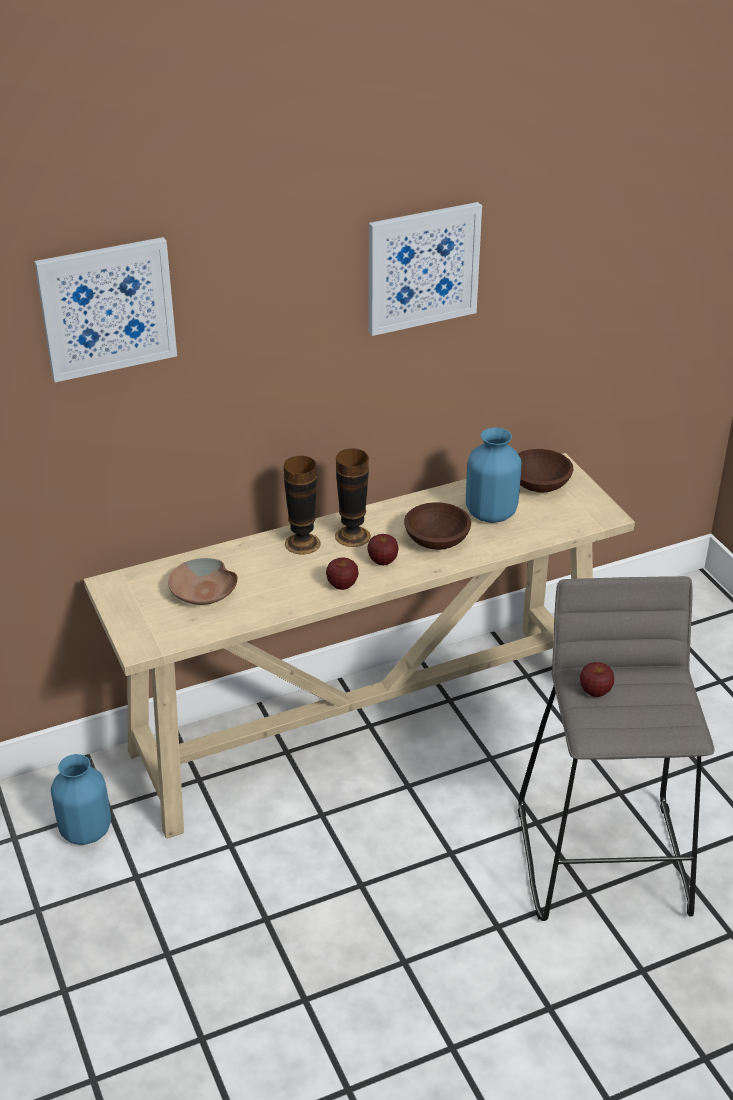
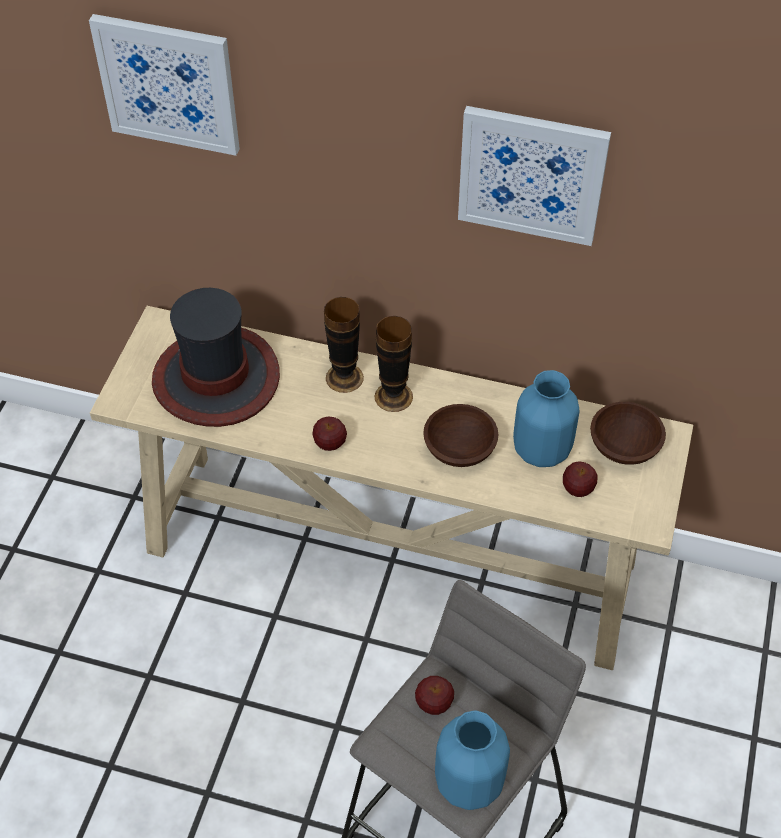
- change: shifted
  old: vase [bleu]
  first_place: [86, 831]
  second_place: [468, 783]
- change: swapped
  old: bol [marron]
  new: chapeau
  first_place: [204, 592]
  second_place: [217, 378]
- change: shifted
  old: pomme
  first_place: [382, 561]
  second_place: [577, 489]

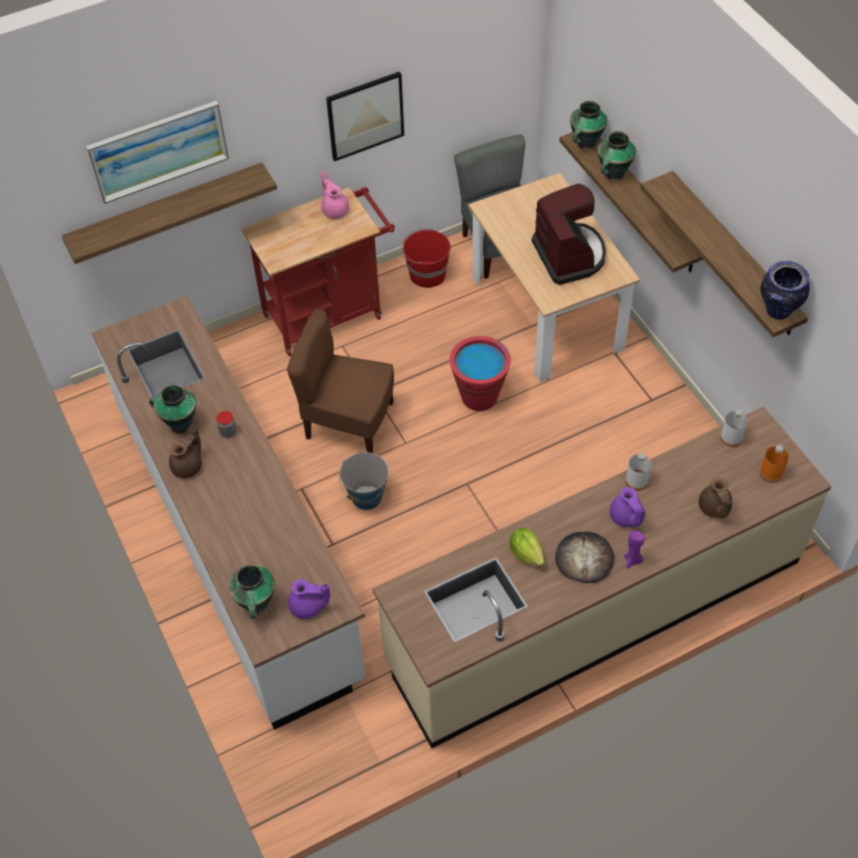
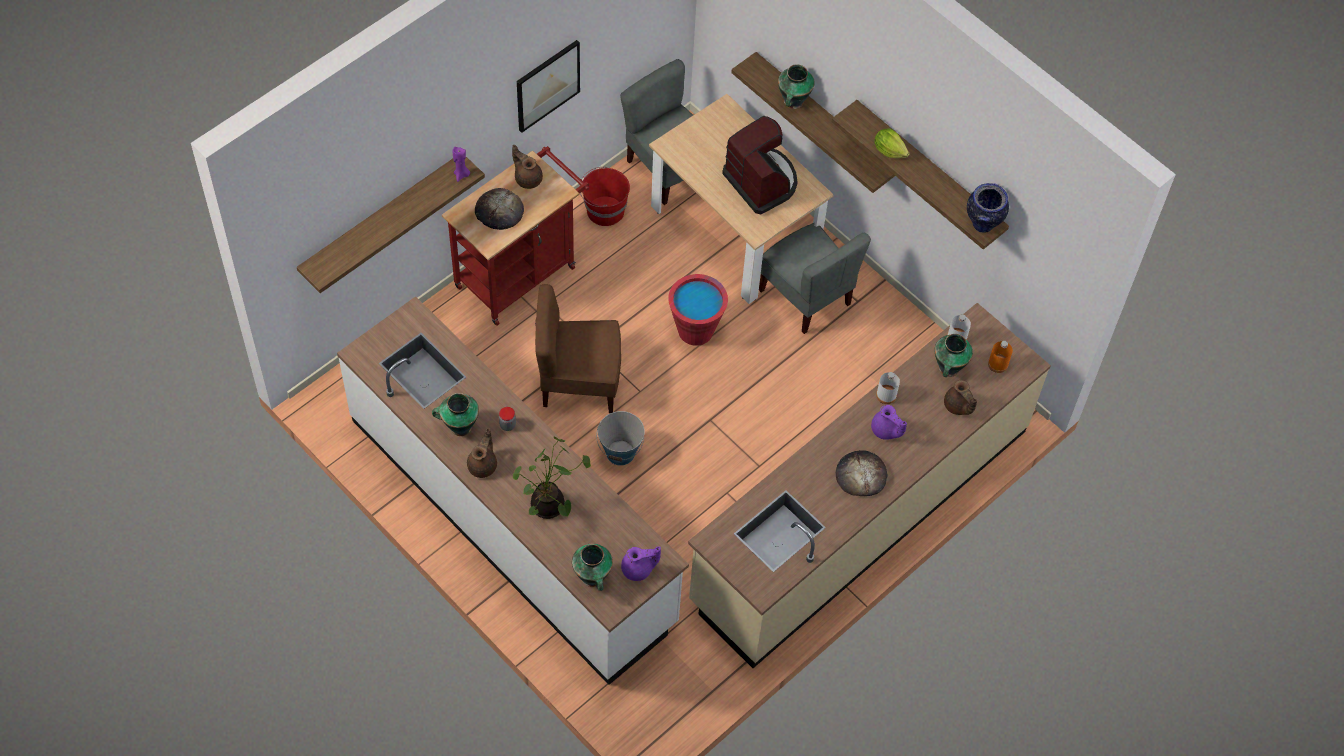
- change: gone
  old: tableau
  first_place: [158, 150]
- change: repainted
  old: théière [rose]
  new: théière [marron]
  first_place: [335, 210]
  second_place: [527, 178]
- change: shifted
  old: laitue
  first_place: [526, 553]
  second_place: [889, 150]
- change: shifted
  old: vase
  first_place: [585, 144]
  second_place: [948, 369]
- change: shifted
  old: bougie [violet]
  first_place: [632, 560]
  second_place: [461, 175]
- change: new
  new: pain
  second_place: [499, 211]
- change: new
  new: plante en pot
  second_place: [550, 507]
- change: new
  new: chaise [gris]
  second_place: [806, 297]

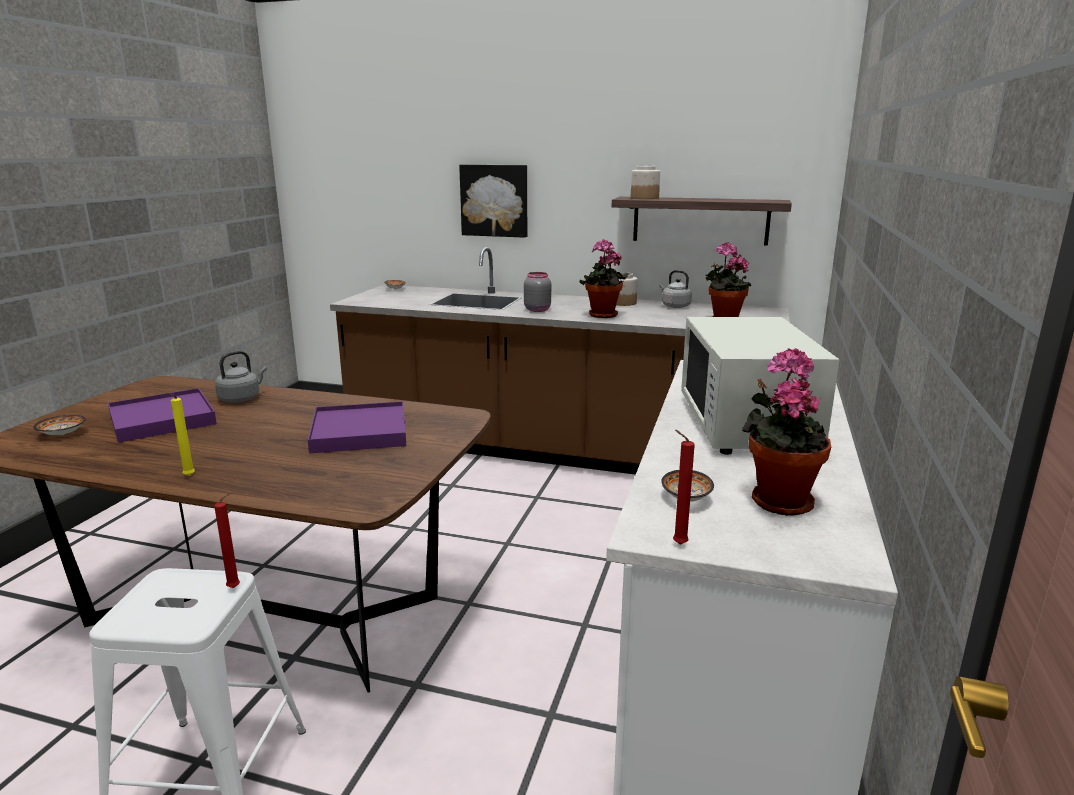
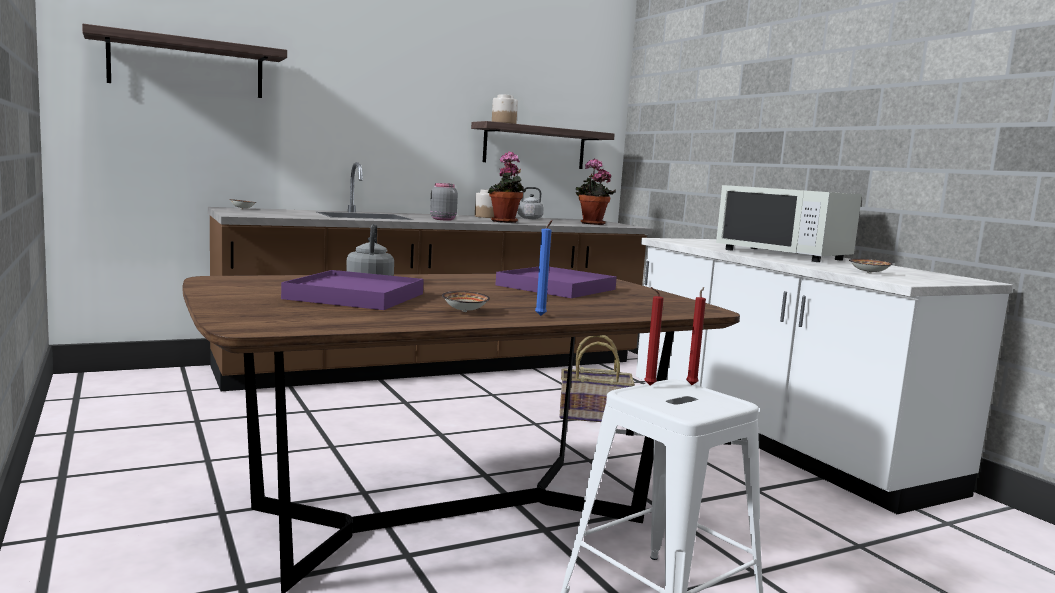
- change: shifted
  old: bol
  first_place: [62, 434]
  second_place: [465, 311]
- change: repainted
  old: bougie [jaune]
  new: bougie [bleu]
  first_place: [187, 476]
  second_place: [541, 316]
- change: gone
  old: tableau
  first_place: [494, 200]
- change: shifted
  old: bougie [rouge]
  first_place: [677, 544]
  second_place: [648, 385]
- change: gone
  old: plante en pot
  first_place: [778, 500]
- change: new
  new: étagère
  second_place: [187, 66]
- change: new
  new: panier
  second_place: [594, 415]

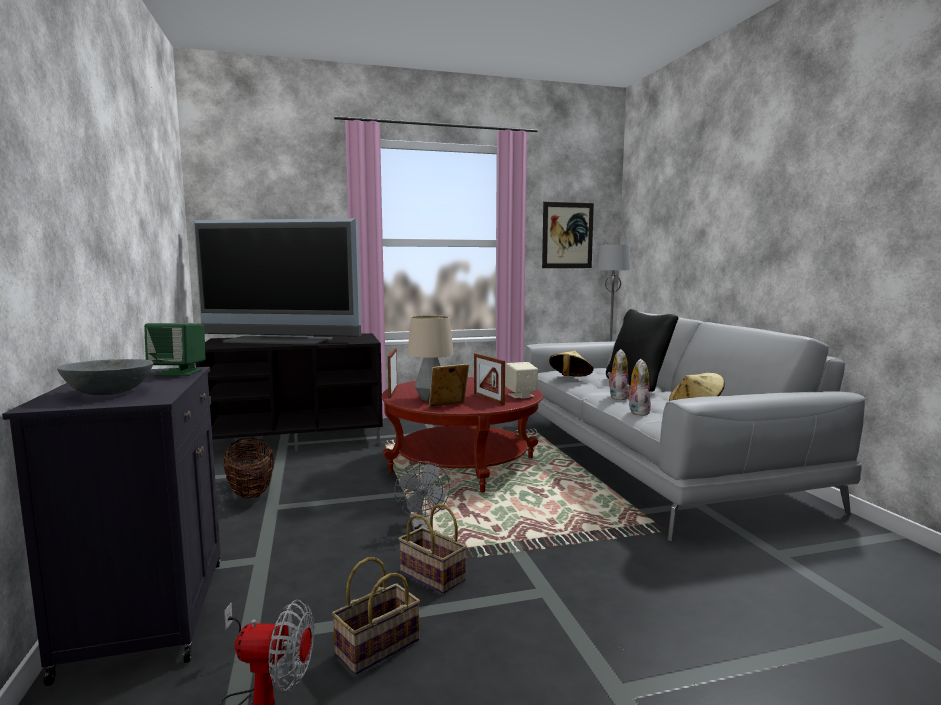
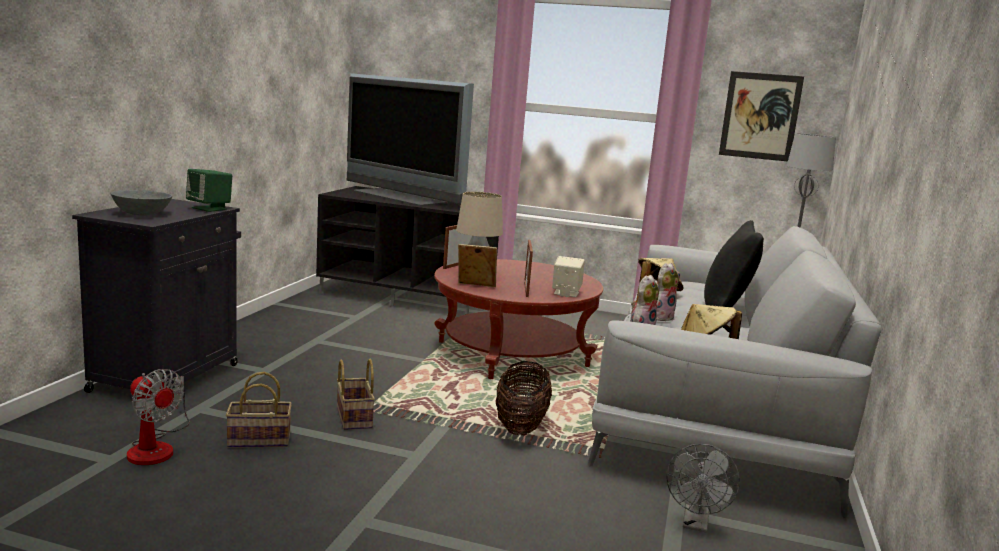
- change: shifted
  old: panier
  first_place: [250, 492]
  second_place: [520, 426]
- change: shifted
  old: ventilateur [gris]
  first_place: [422, 527]
  second_place: [696, 524]

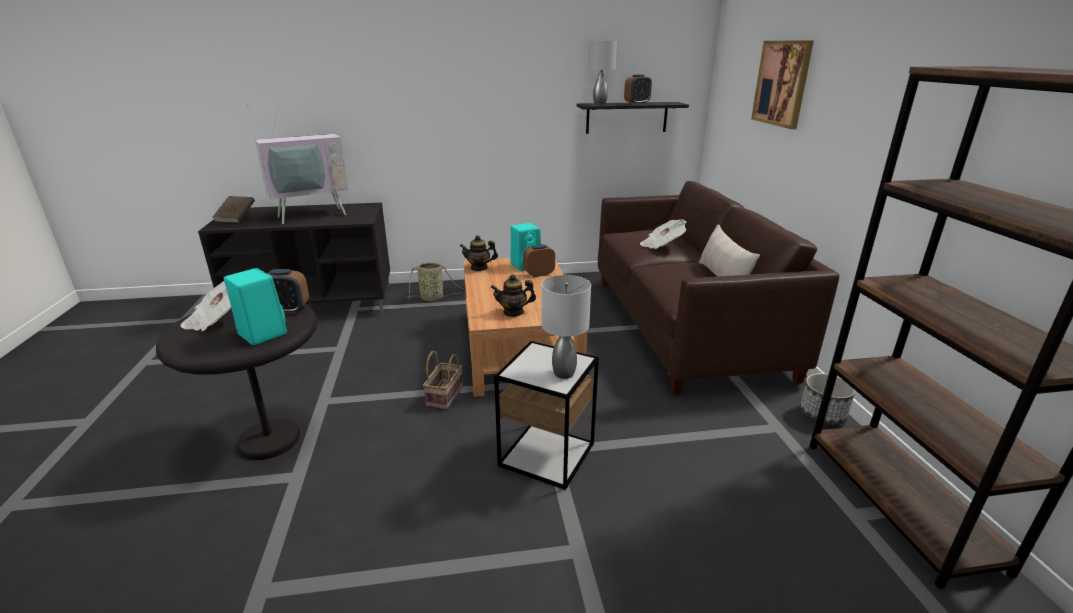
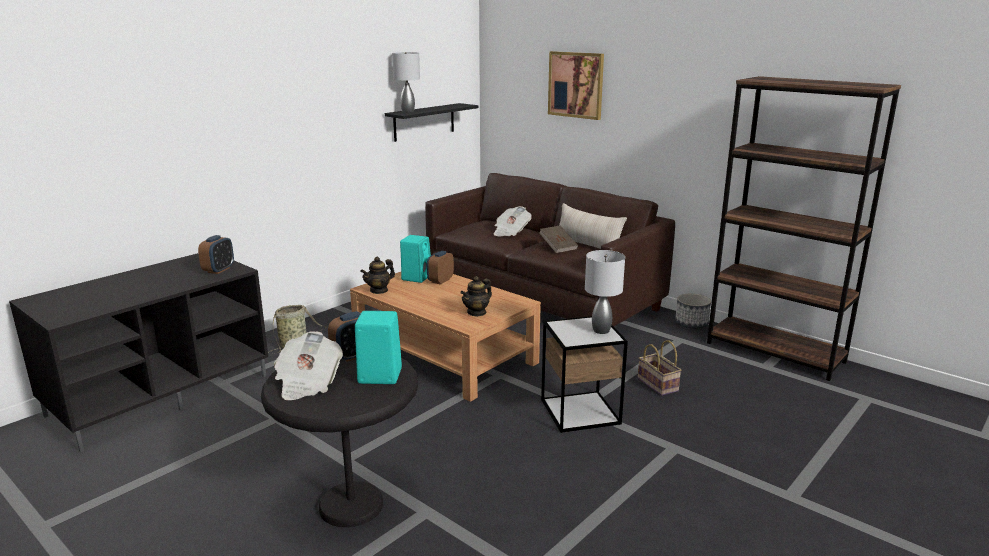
- change: shifted
  old: livre [marron]
  first_place: [236, 218]
  second_place: [558, 247]
- change: gone
  old: téléviseur
  first_place: [311, 214]
- change: shifted
  old: panier
  first_place: [445, 397]
  second_place: [659, 385]
- change: shifted
  old: réveil
  first_place: [637, 103]
  second_place: [218, 270]

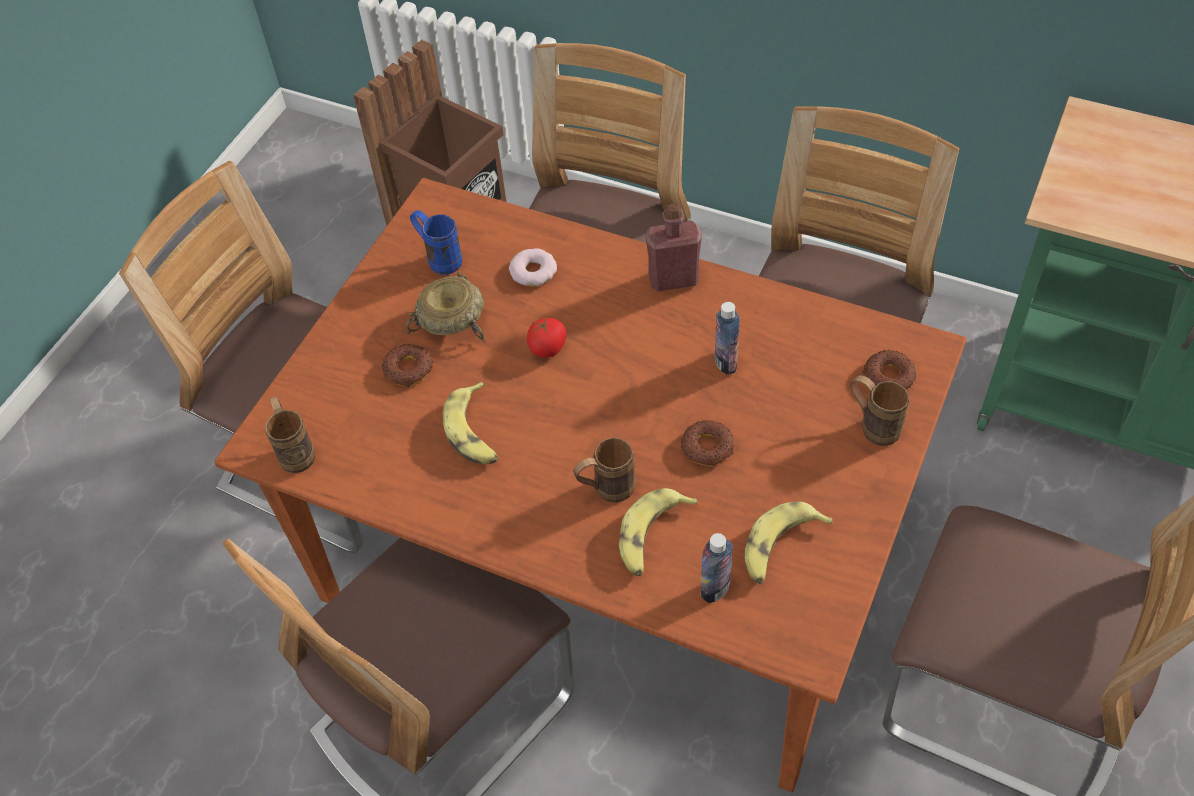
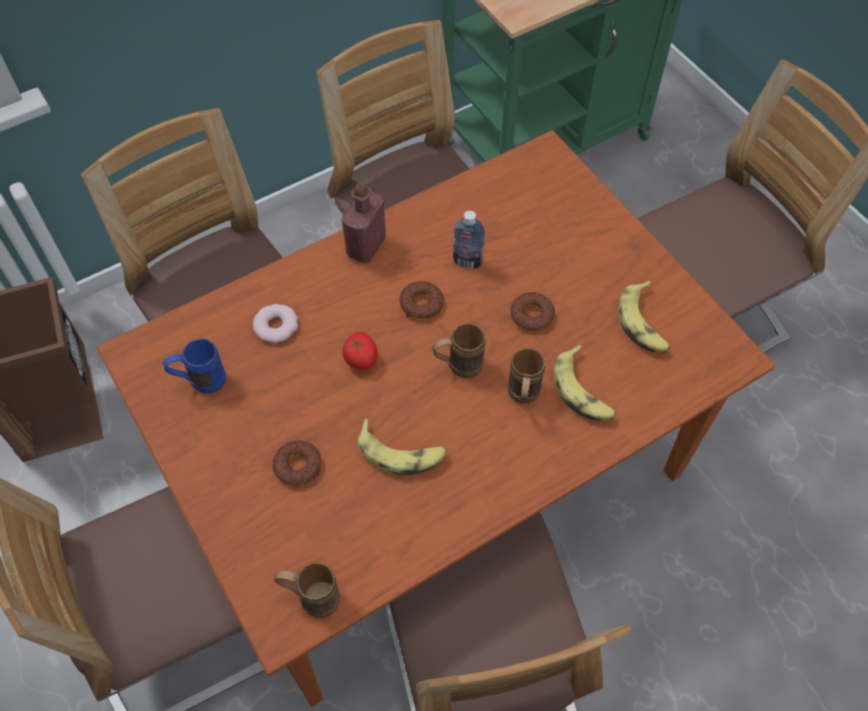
- change: gone
  old: bol [beige]
  first_place: [454, 320]
- change: gone
  old: bouteille
  first_place: [715, 588]
- change: shifted
  old: mug [marron]
  first_place: [872, 425]
  second_place: [457, 366]
- change: shifted
  old: beignet
  first_place: [888, 376]
  second_place: [421, 304]

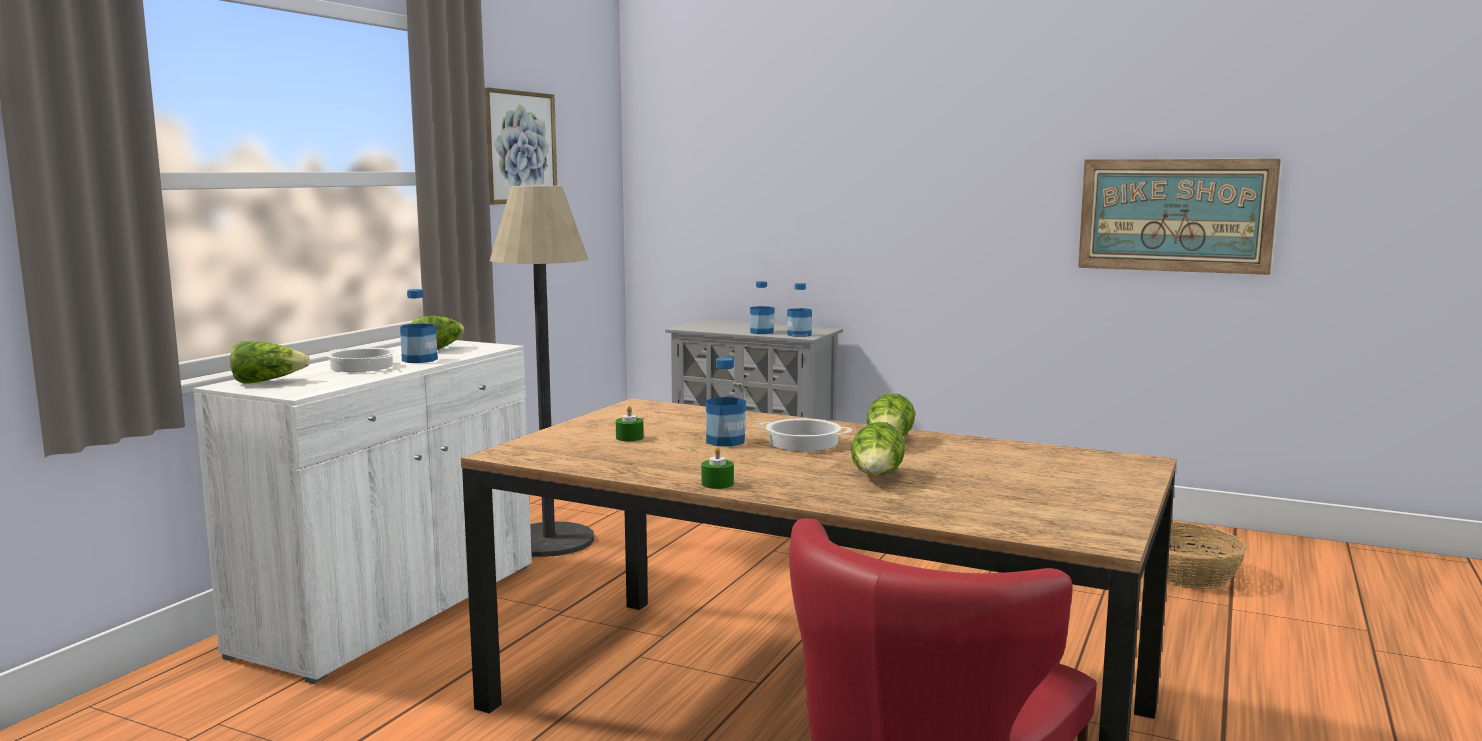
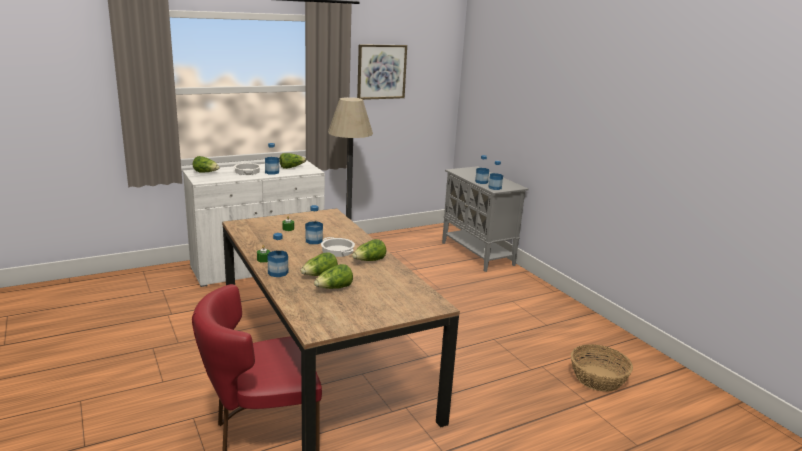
- change: gone
  old: tableau
  first_place: [1175, 215]
- change: new
  new: bouteille
  second_place: [278, 273]
- change: new
  new: laitue
  second_place: [334, 288]

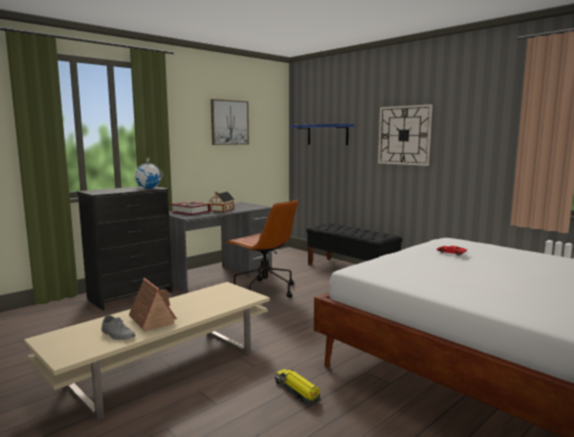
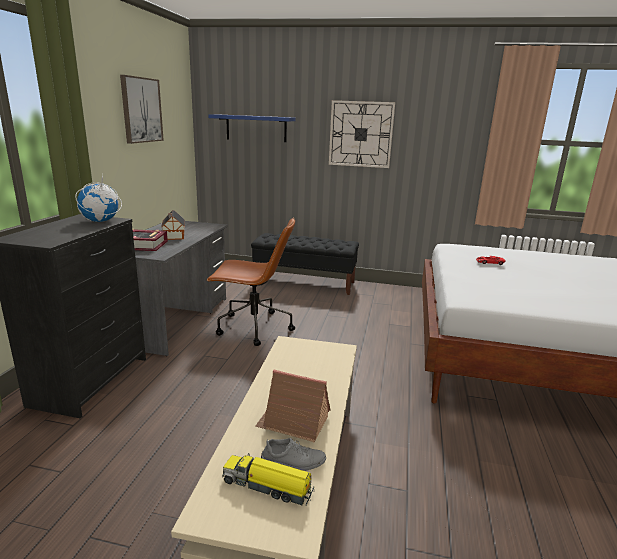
- change: shifted
  old: camion jouet
  first_place: [297, 392]
  second_place: [268, 486]

